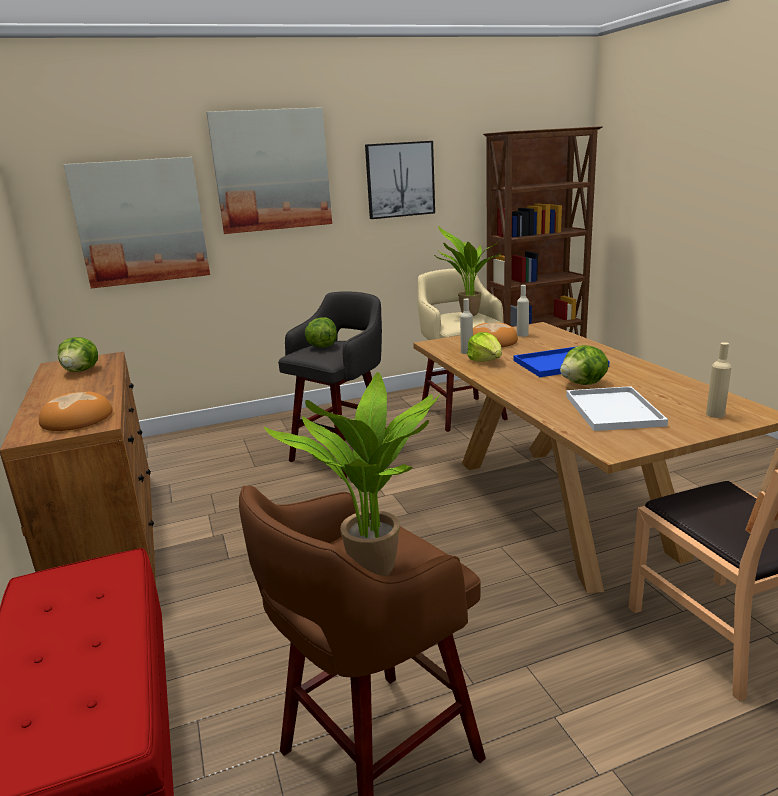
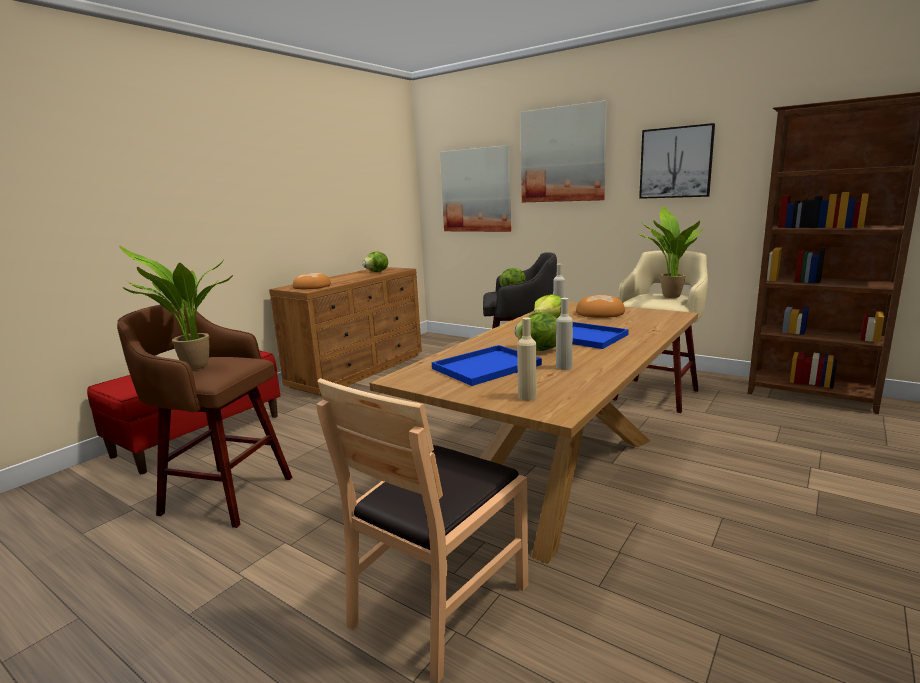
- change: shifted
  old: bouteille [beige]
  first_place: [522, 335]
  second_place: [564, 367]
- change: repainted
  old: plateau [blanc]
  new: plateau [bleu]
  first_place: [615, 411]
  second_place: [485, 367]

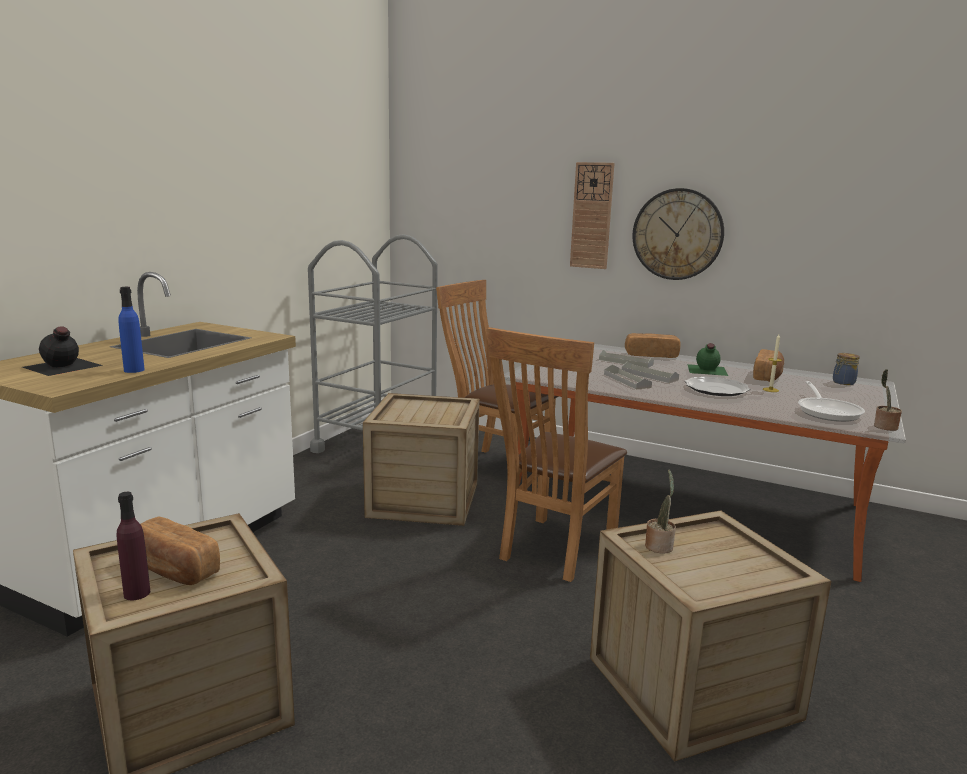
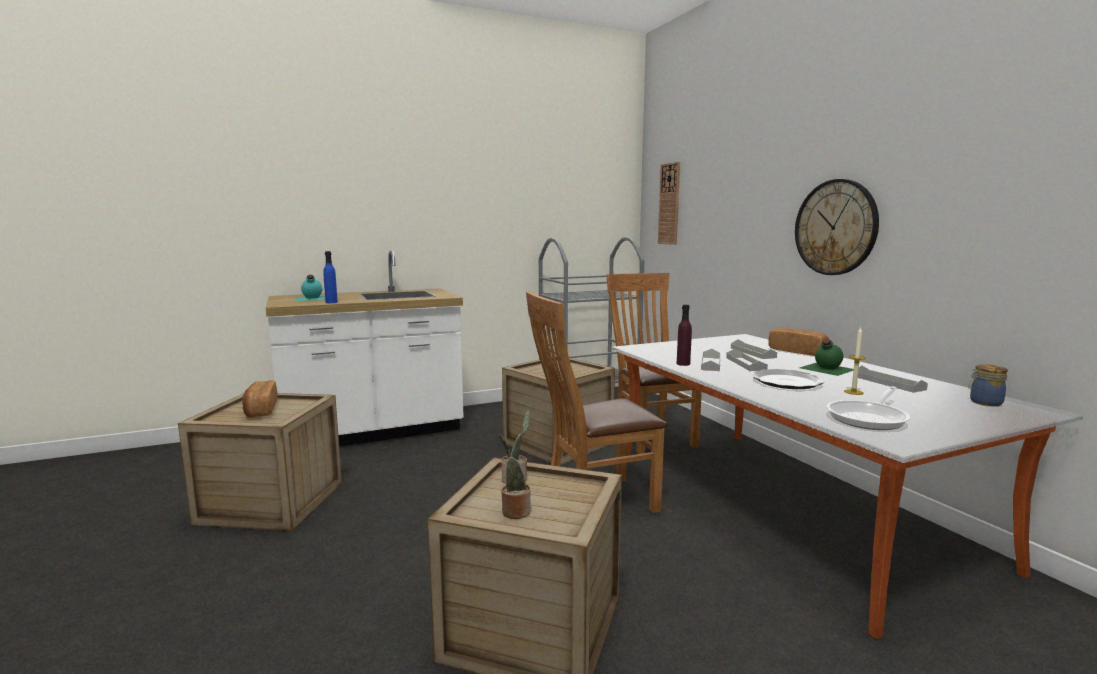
- change: repainted
  old: bouteille [noir]
  new: bouteille [turquoise]
  first_place: [62, 366]
  second_place: [311, 298]
- change: shifted
  old: bouteille [violet]
  first_place: [137, 593]
  second_place: [683, 364]
- change: shifted
  old: horloge murale
  first_place: [592, 216]
  second_place: [669, 204]
- change: swapped
  old: pain
  new: plateau [gris]
  first_place: [767, 376]
  second_place: [888, 383]
- change: shifted
  old: plante en pot
  first_place: [884, 427]
  second_place: [514, 511]

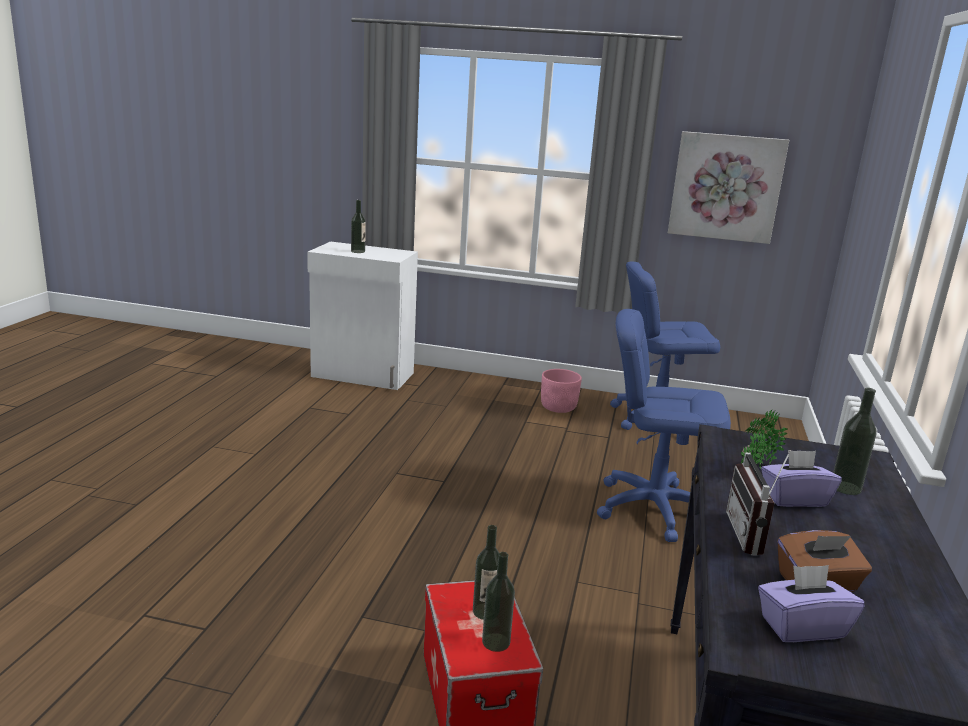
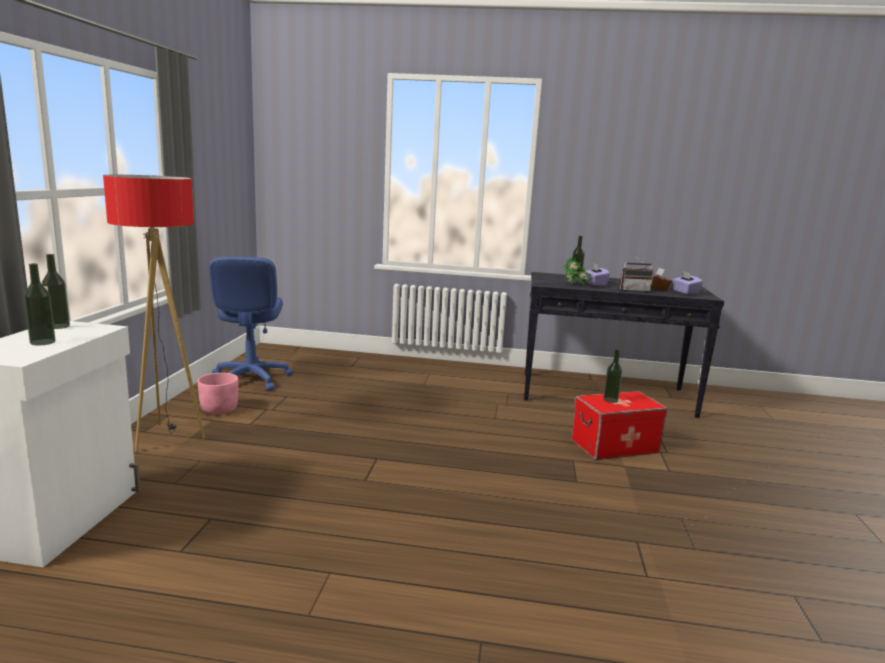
- change: shifted
  old: bouteille
  first_place: [496, 642]
  second_place: [58, 326]
- change: gone
  old: chaise de bureau [bleu]
  first_place: [653, 508]
- change: gone
  old: tableau
  first_place: [726, 187]
- change: new
  new: lampadaire
  second_place: [167, 437]

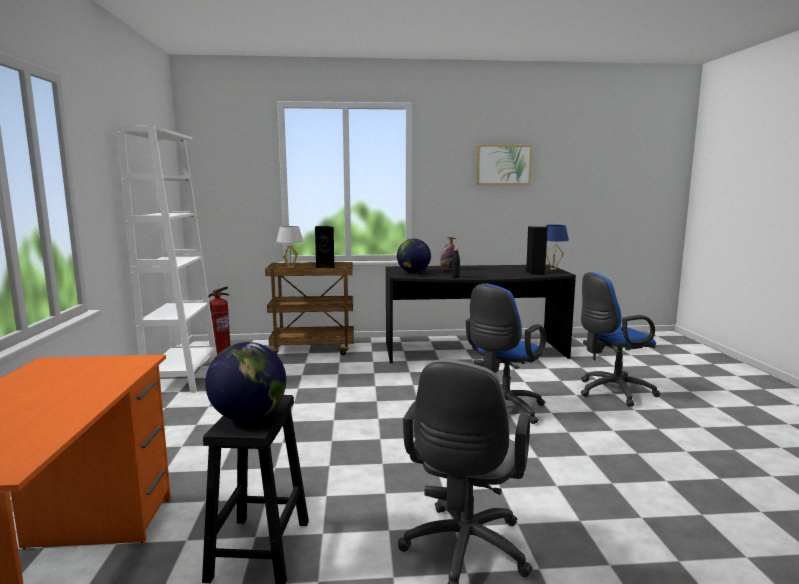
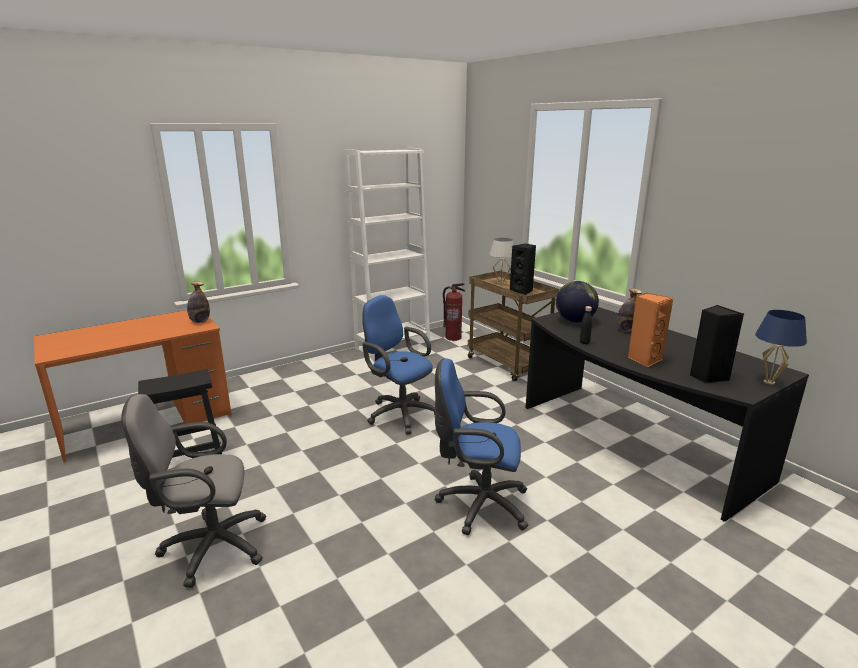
- change: gone
  old: globe
  first_place: [248, 417]
- change: gone
  old: tableau
  first_place: [503, 165]
- change: shifted
  old: chaise de bureau [bleu]
  first_place: [611, 392]
  second_place: [399, 413]
- change: new
  new: bouteille
  second_place: [200, 321]
- change: new
  new: enceinte [orange]
  second_place: [644, 359]

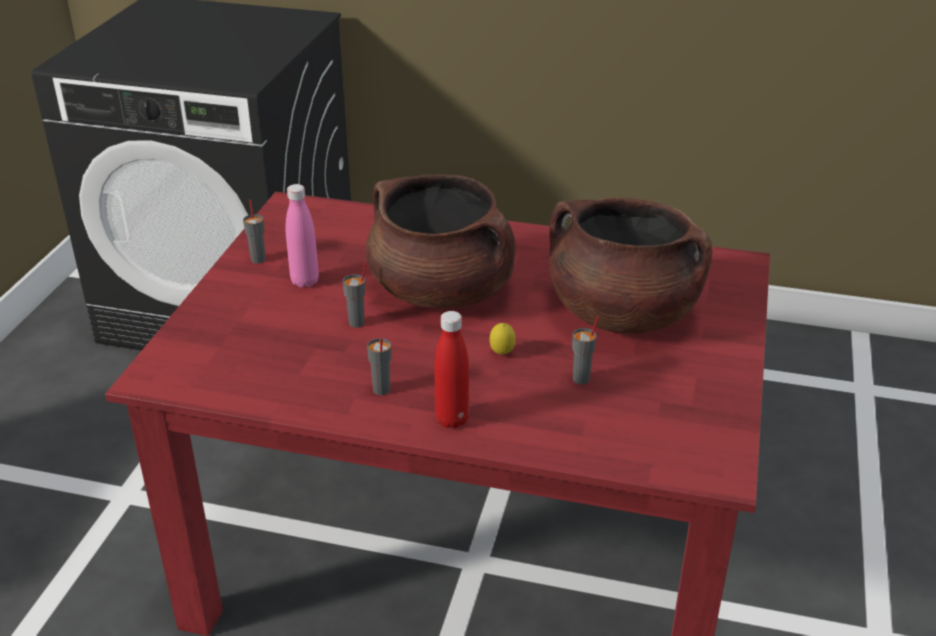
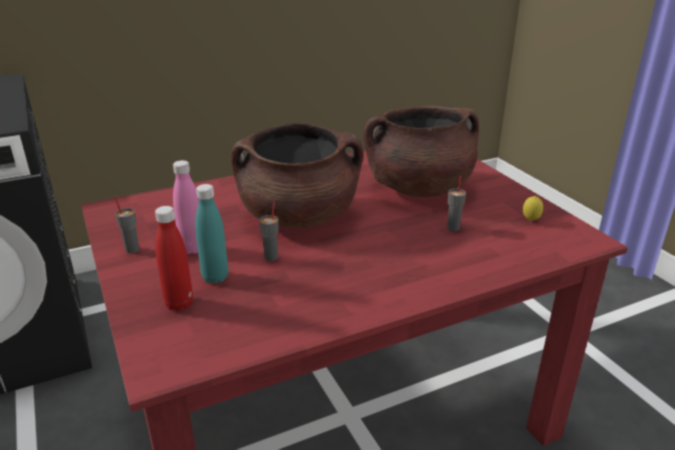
- change: gone
  old: tasse [gris]
  first_place: [381, 390]
- change: shifted
  old: bouteille [rouge]
  first_place: [452, 419]
  second_place: [179, 304]
- change: shifted
  old: citron
  first_place: [502, 354]
  second_place: [530, 220]
- change: new
  new: bouteille [turquoise]
  second_place: [215, 277]

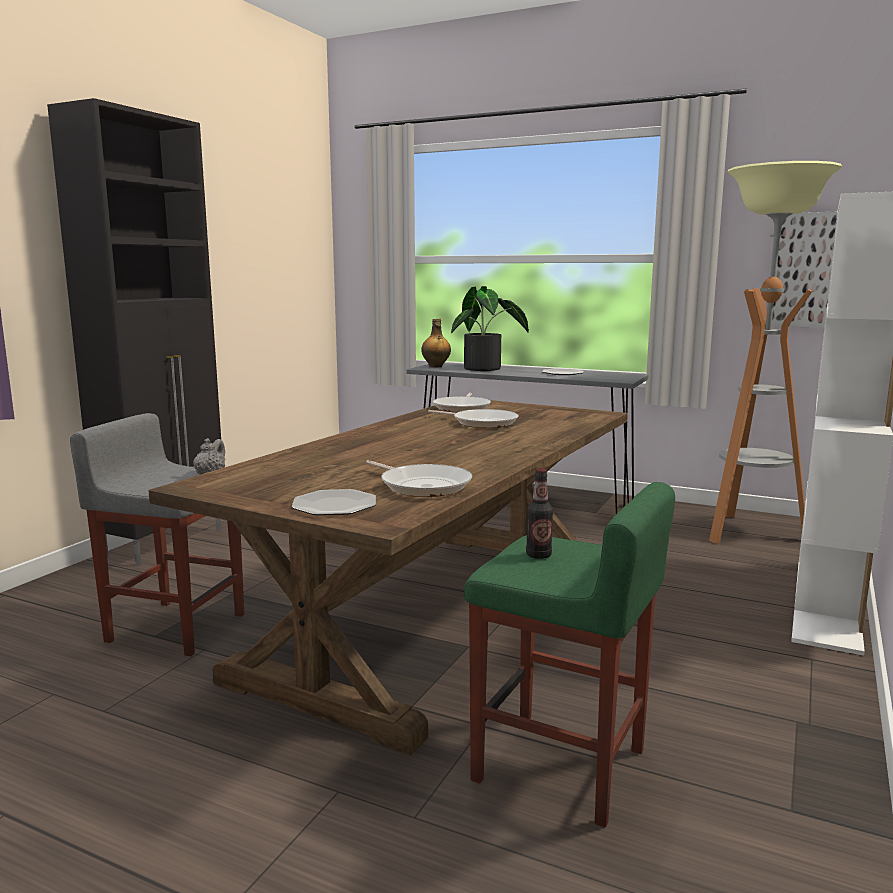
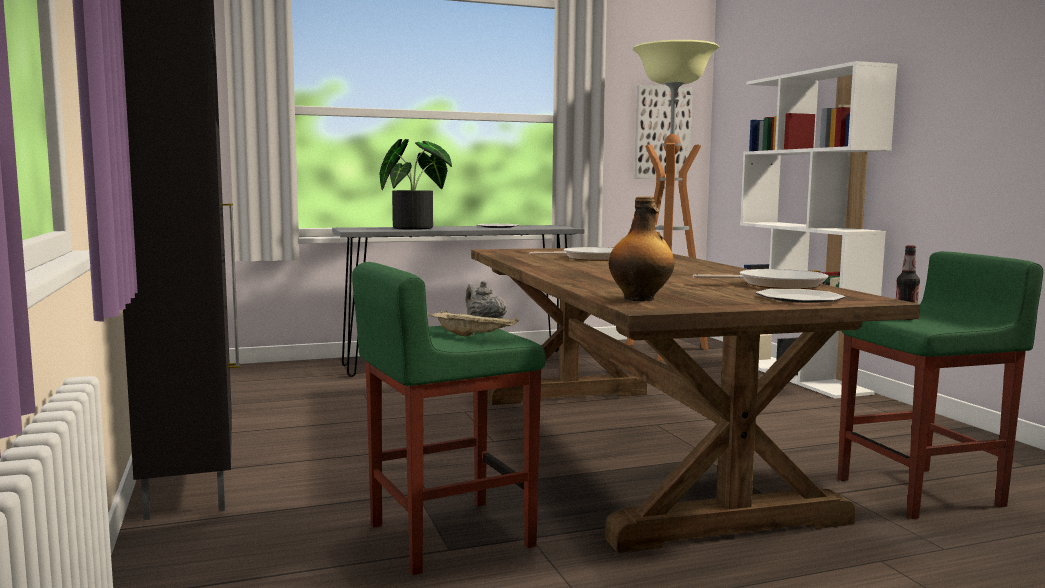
- change: repainted
  old: tabouret [gris]
  new: tabouret [vert]
  first_place: [175, 627]
  second_place: [448, 536]
- change: shifted
  old: bouteille
  first_place: [435, 366]
  second_place: [640, 299]
- change: gone
  old: poêle
  first_place: [462, 408]
- change: new
  new: plateau [beige]
  second_place: [474, 336]

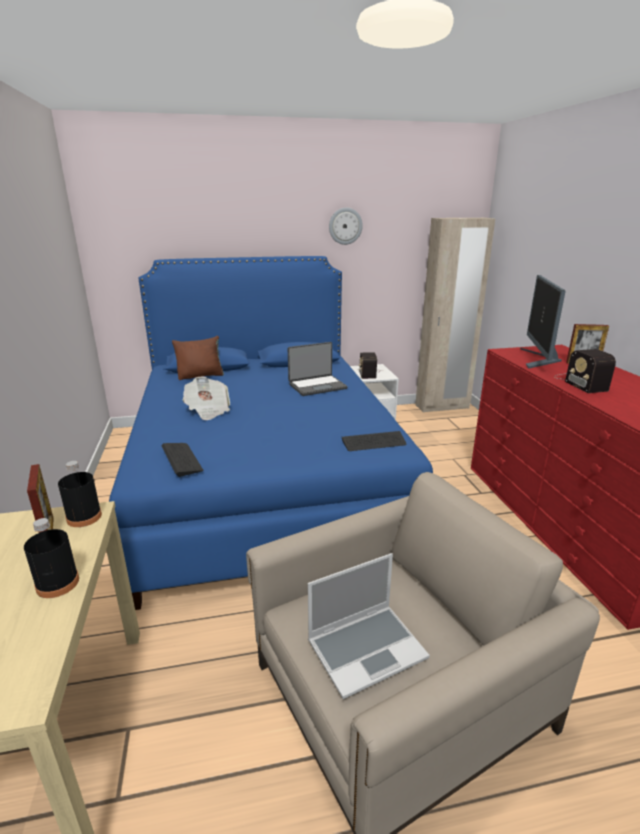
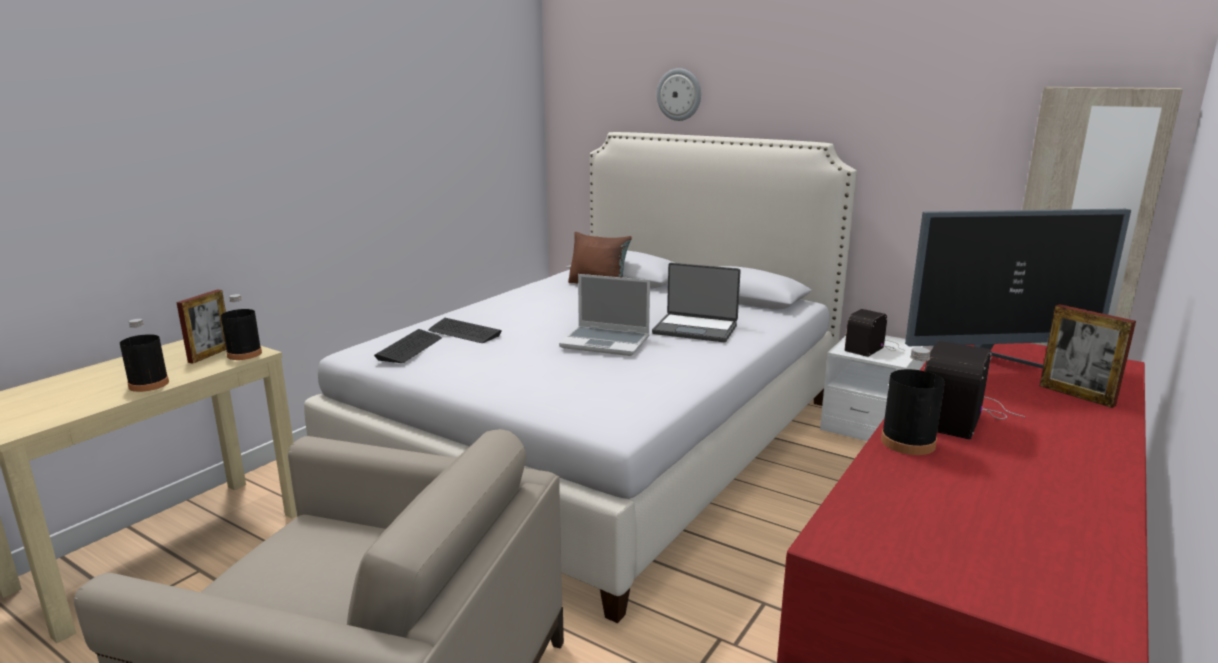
- change: repainted
  old: lit [bleu]
  new: lit [blanc]
  first_place: [264, 479]
  second_place: [605, 441]
- change: gone
  old: journal
  first_place: [208, 410]
- change: shifted
  old: ordinateur portable
  first_place: [367, 648]
  second_place: [606, 342]
- change: shifted
  old: horloge murale
  first_place: [345, 226]
  second_place: [679, 94]
- change: shifted
  old: clavier
  first_place: [373, 442]
  second_place: [464, 332]
- change: rotated
  old: écran d'ordinateur
  first_place: [539, 360]
  second_place: [995, 366]
  degrees: -150
- change: new
  new: bouteille [noir]
  second_place: [908, 442]

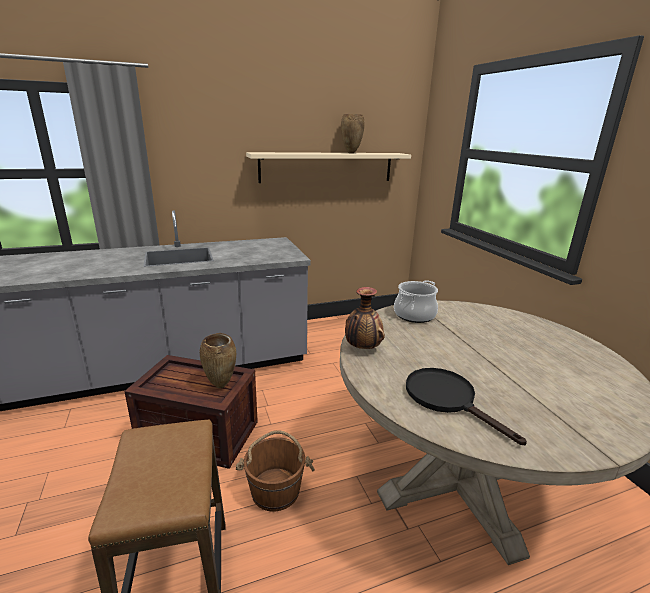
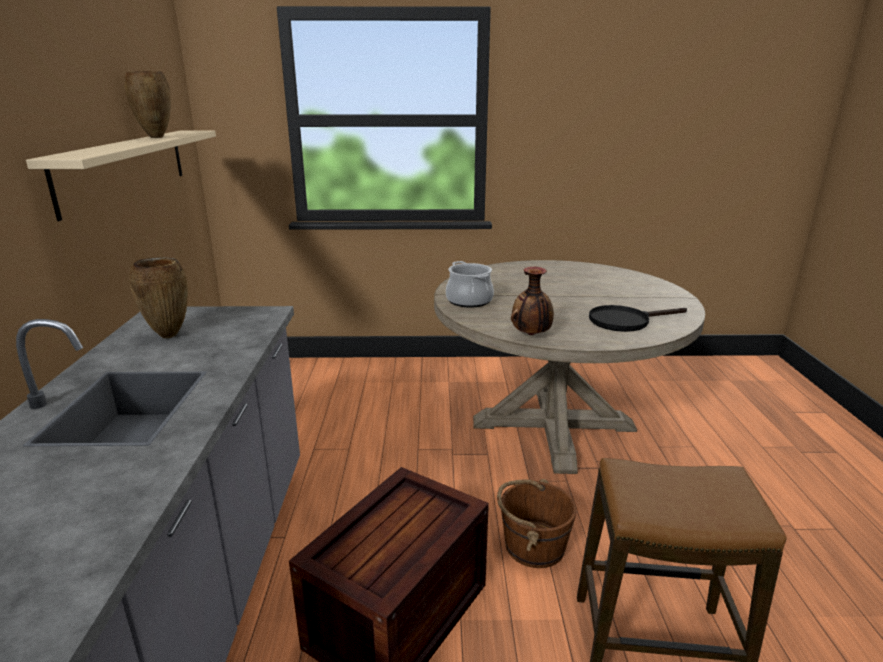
- change: shifted
  old: vase [marron]
  first_place: [221, 386]
  second_place: [170, 335]

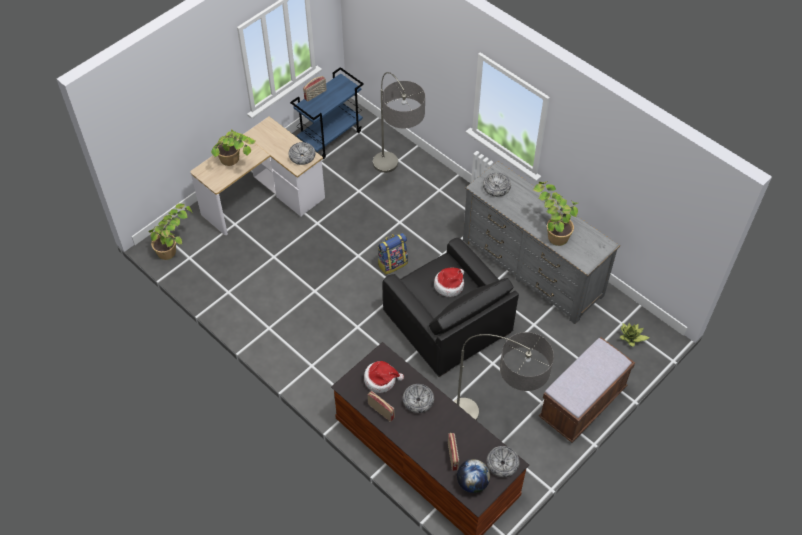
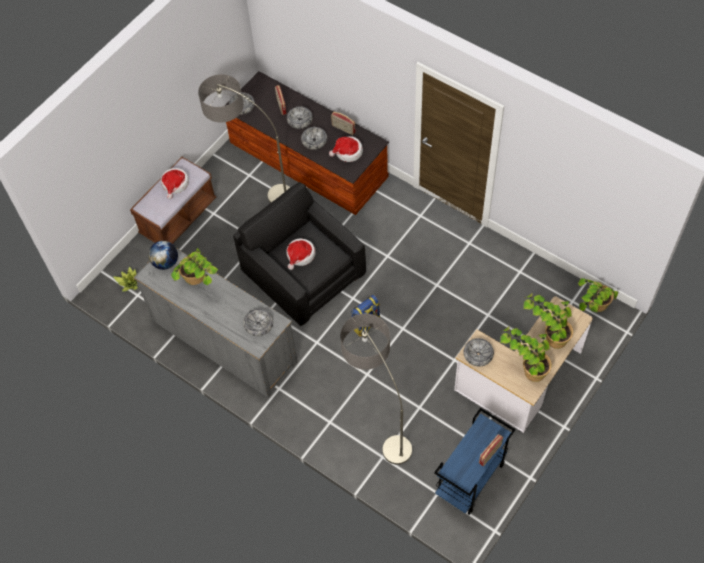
- change: shifted
  old: globe
  first_place: [472, 483]
  second_place: [165, 262]
- change: new
  new: chapeau
  second_place: [175, 184]
- change: new
  new: bol
  second_place: [299, 120]
- change: new
  new: plante en pot
  second_place: [525, 366]

